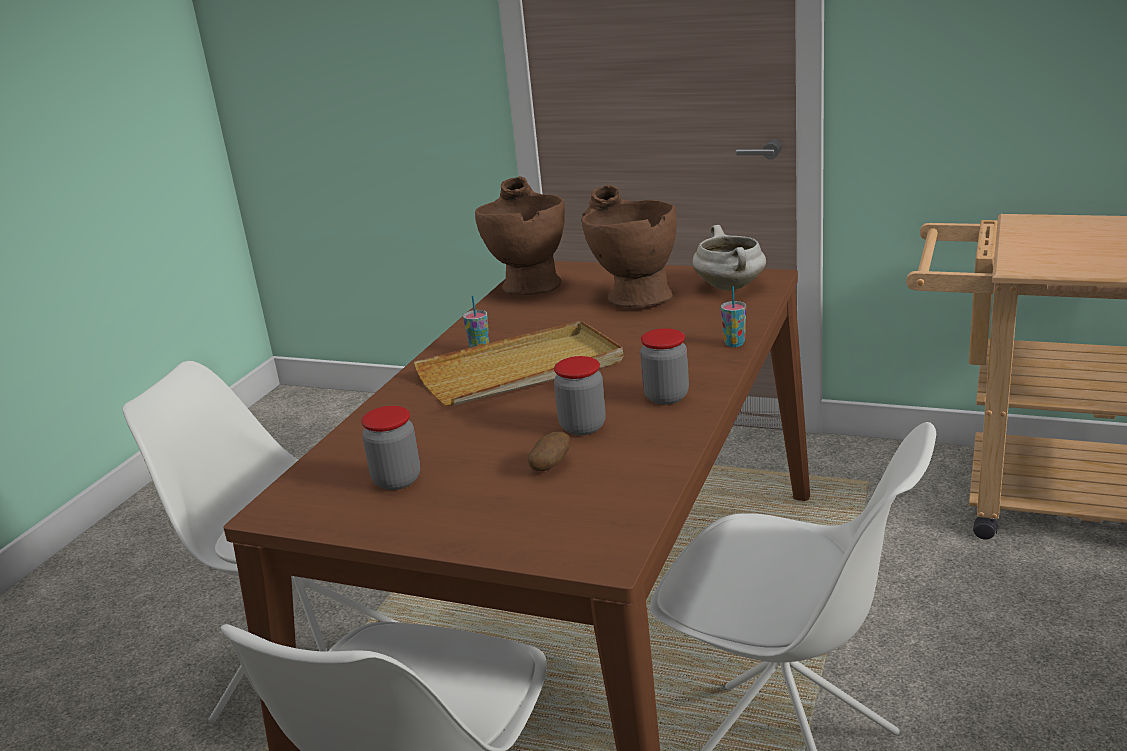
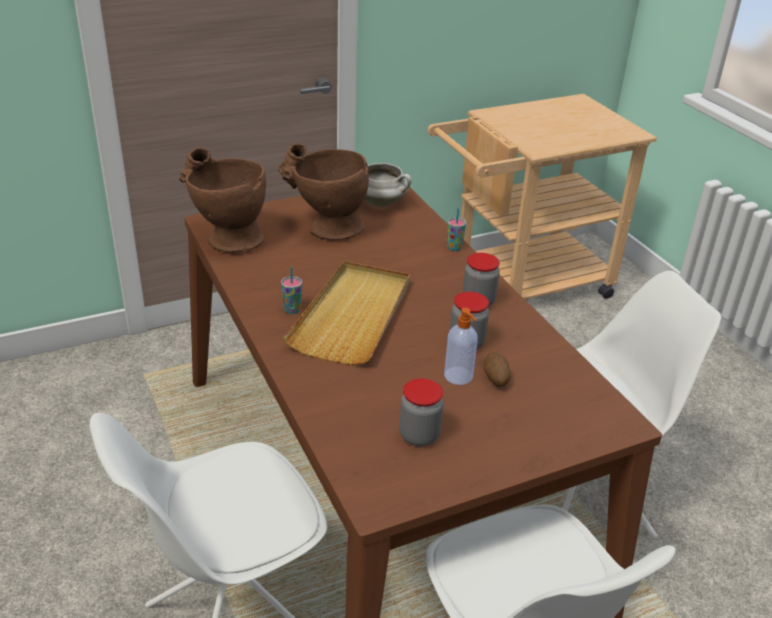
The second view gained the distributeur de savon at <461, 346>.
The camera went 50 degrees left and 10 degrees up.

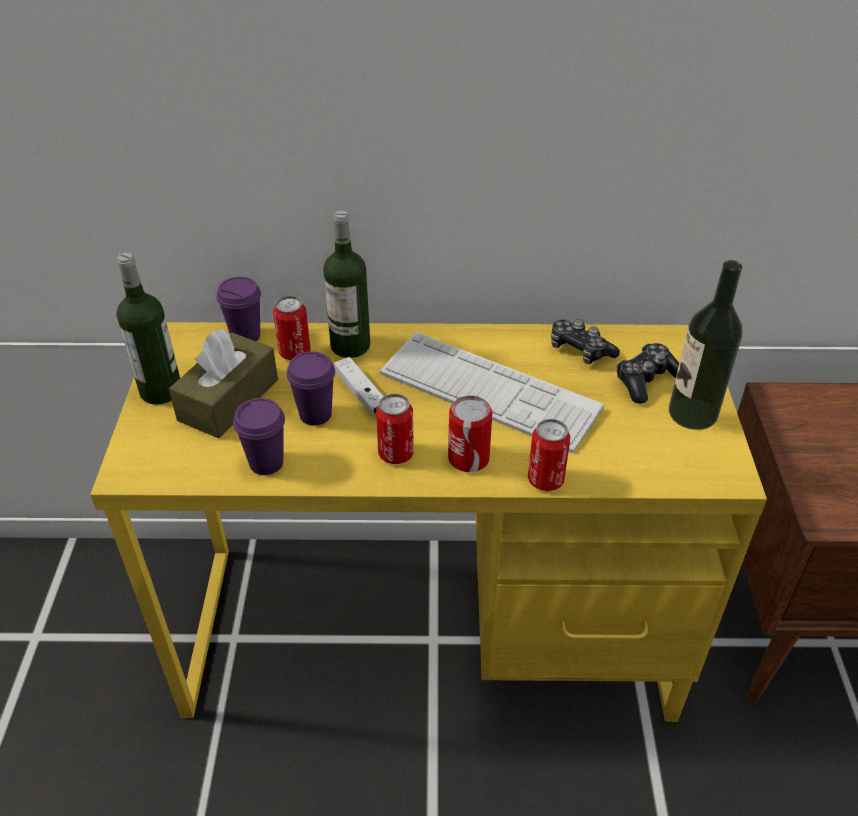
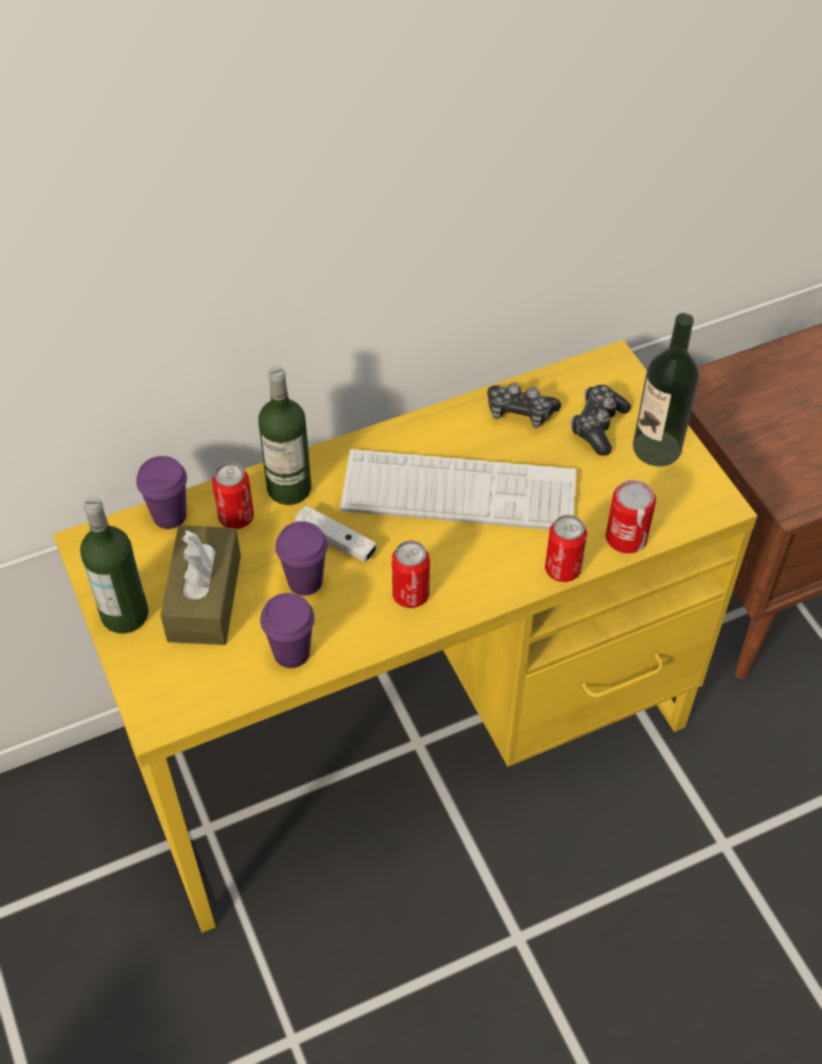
The boîte métallique ended up elsewhere, having gone from <470, 433> to <631, 517>.
The camera went 25 degrees left and 10 degrees up.

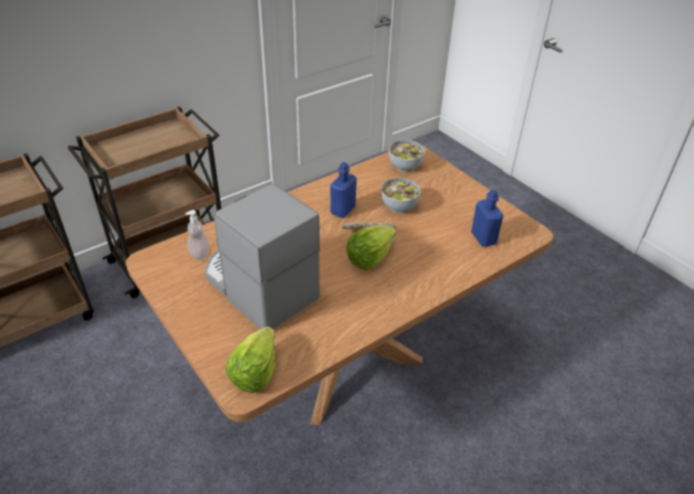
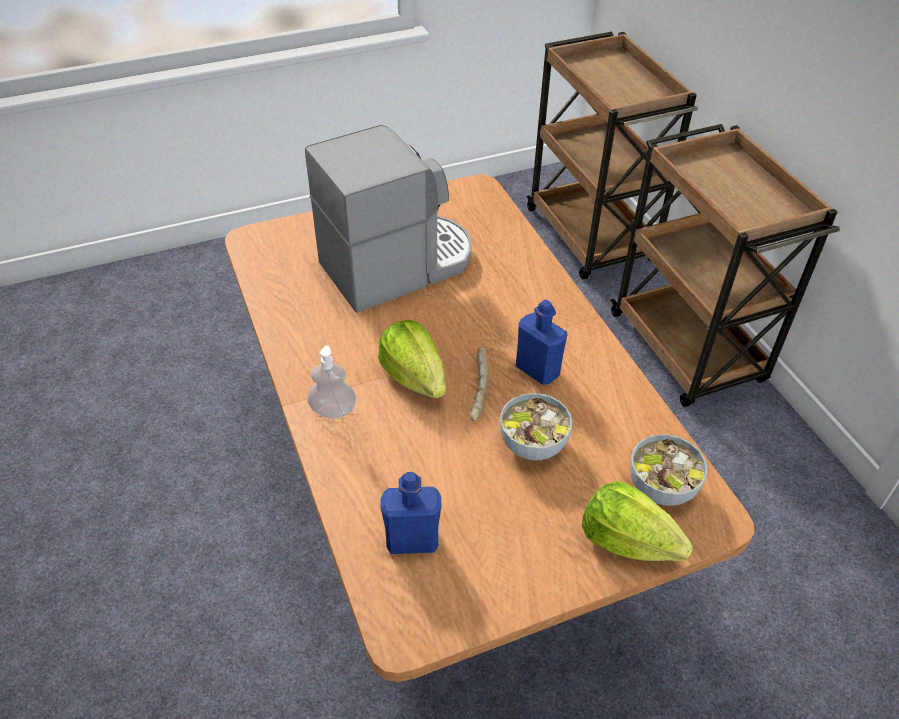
The distributeur de savon ended up elsewhere, having gone from <197, 235> to <331, 381>.
The laitue ended up elsewhere, having gone from <250, 360> to <637, 521>.
The camera went 105 degrees right and 5 degrees up.

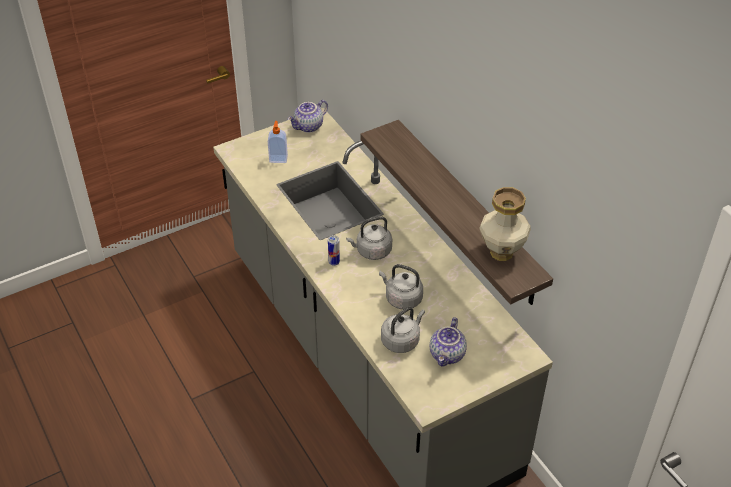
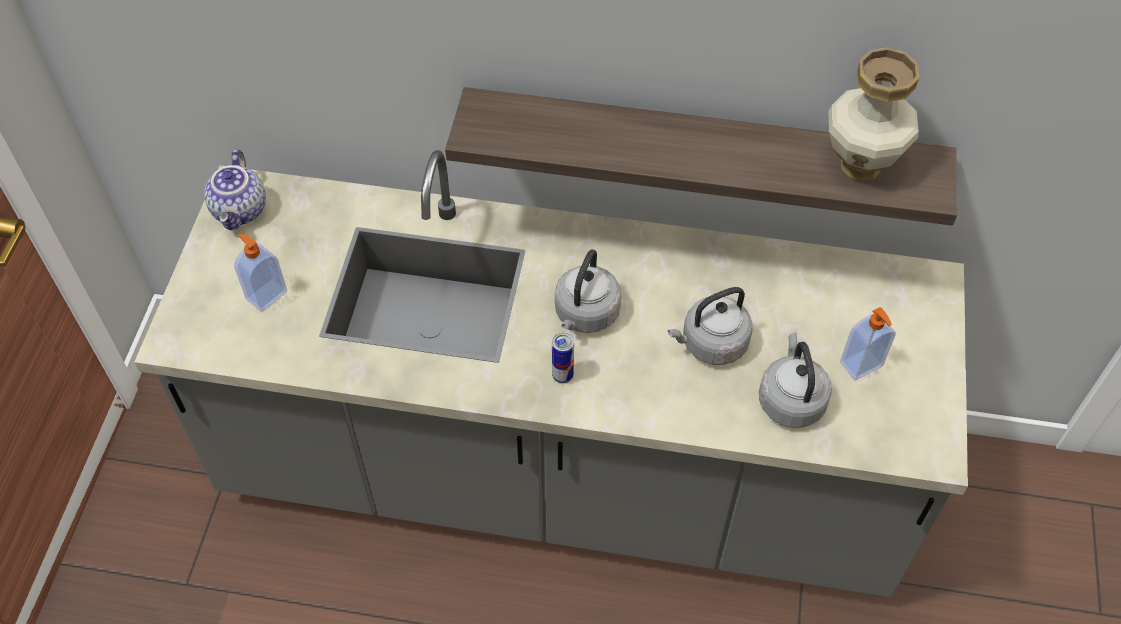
Where the théière stood at <448, 342>, the distributeur de savon came to stand at <868, 343>.
The camera went 50 degrees left and 10 degrees up.

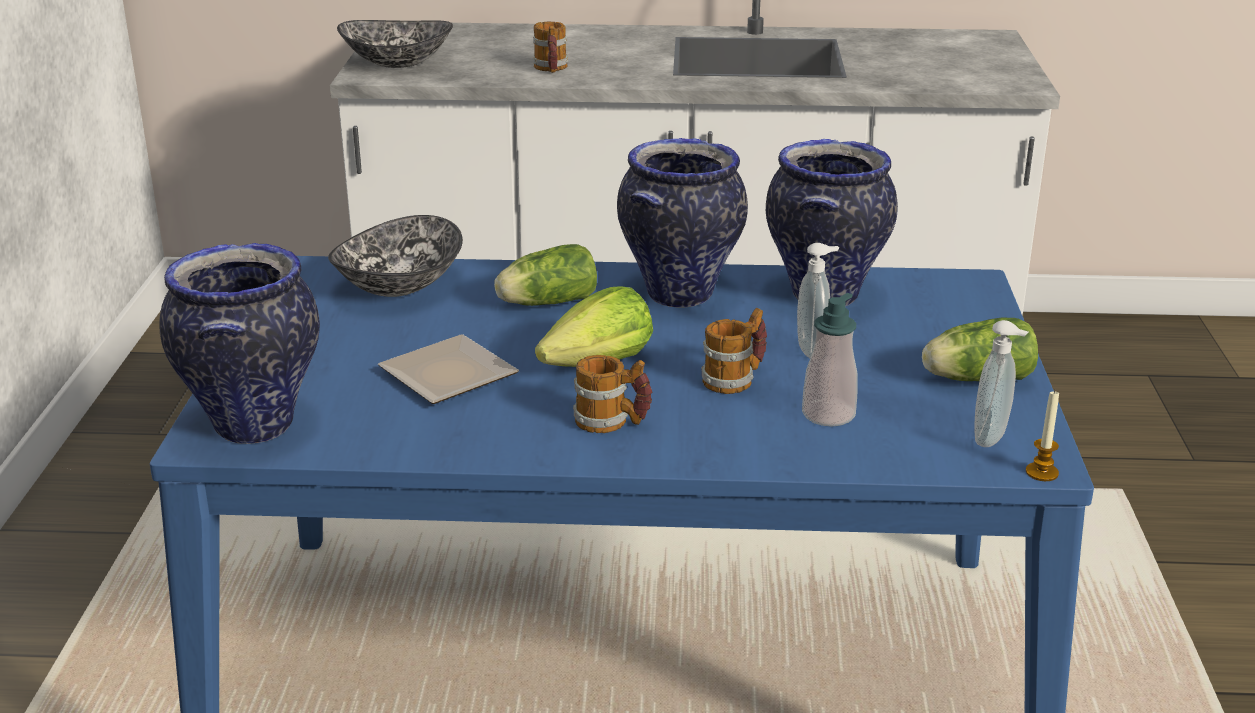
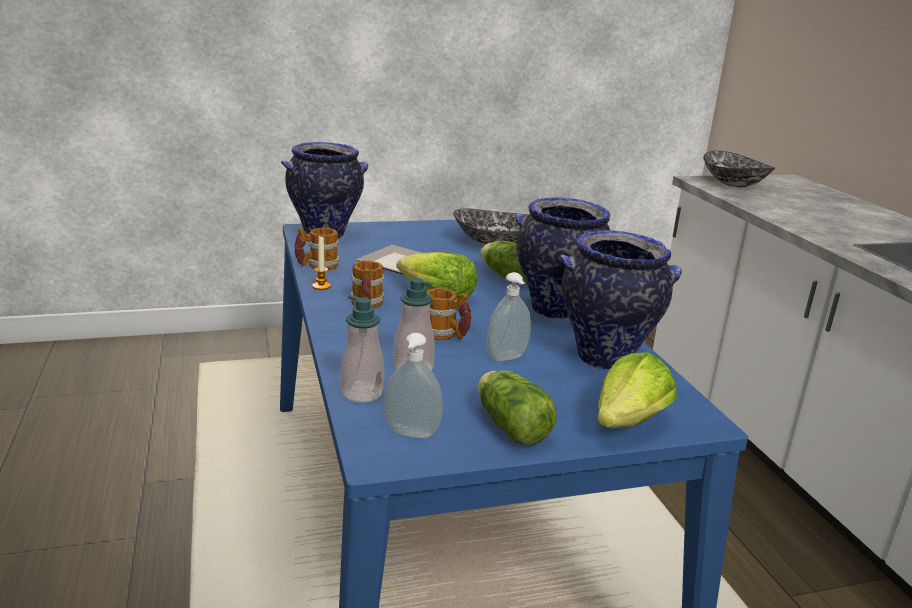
The mug ended up elsewhere, having gone from <550, 47> to <316, 248>.
The bougie ended up elsewhere, having gone from <1042, 435> to <321, 263>.
The second view gained the distributeur de savon at <362, 349>.
The second view gained the laitue at <637, 390>.
The camera went 70 degrees right and 5 degrees down.

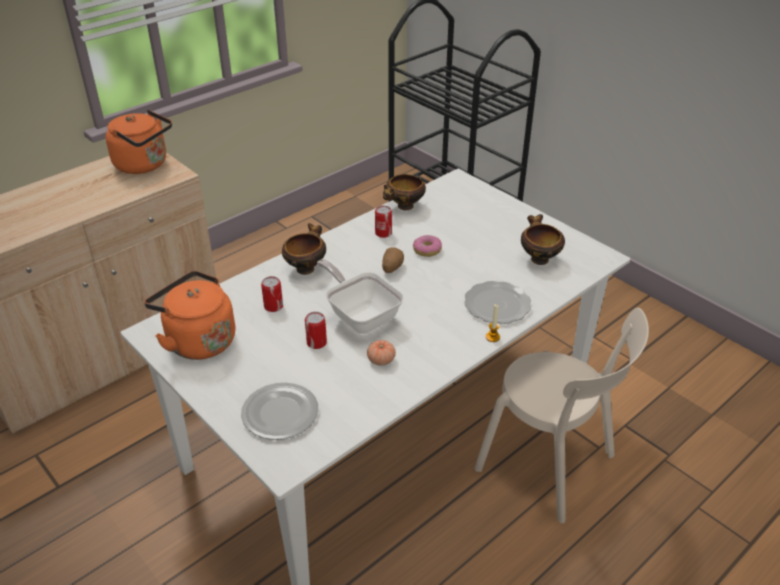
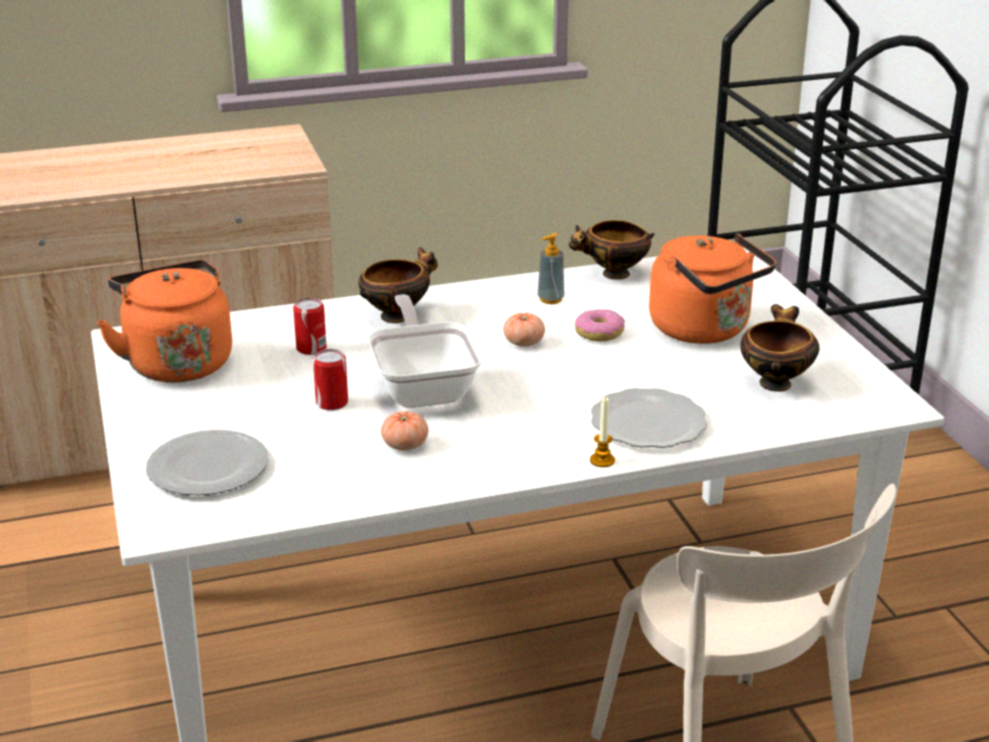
The bouilloire [orange] ended up elsewhere, having gone from <139, 142> to <712, 288>.
Where the boîte métallique stood at <383, 221>, the distributeur de savon came to stand at <550, 268>.
Where the pomme de terre stood at <393, 260>, the tomate came to stand at <524, 330>.
The camera went 25 degrees right and 10 degrees down.

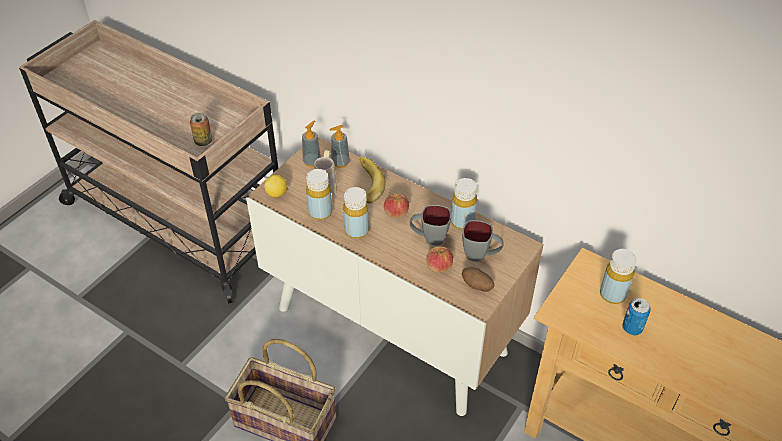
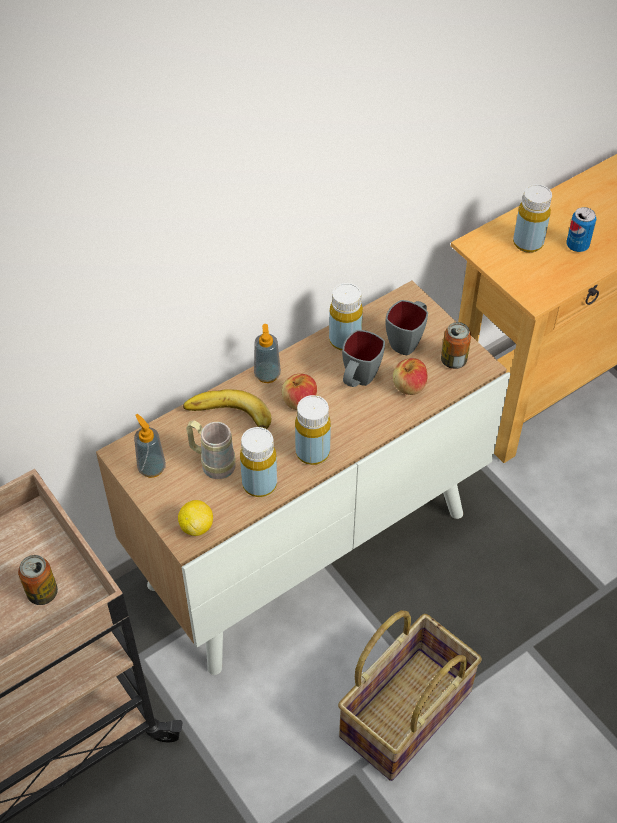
The distributeur de savon ended up elsewhere, having gone from <339, 146> to <267, 353>.
Where the pomme de terre stood at <478, 279>, the boîte métallique came to stand at <456, 345>.
The camera went 70 degrees left and 5 degrees up.

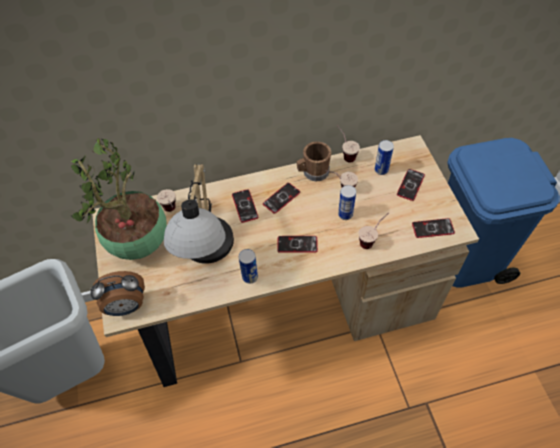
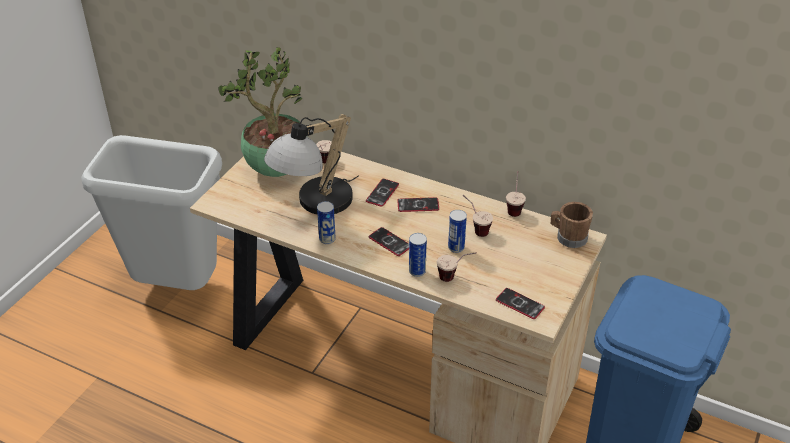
The second view lost the réveil at <117, 293>.
The mug [marron] ended up elsewhere, having gone from <314, 161> to <572, 225>.
The boîte métallique ended up elsewhere, having gone from <384, 157> to <418, 255>.
The second view lost the téléphone at <411, 185>.
The camera went 40 degrees right and 15 degrees down.

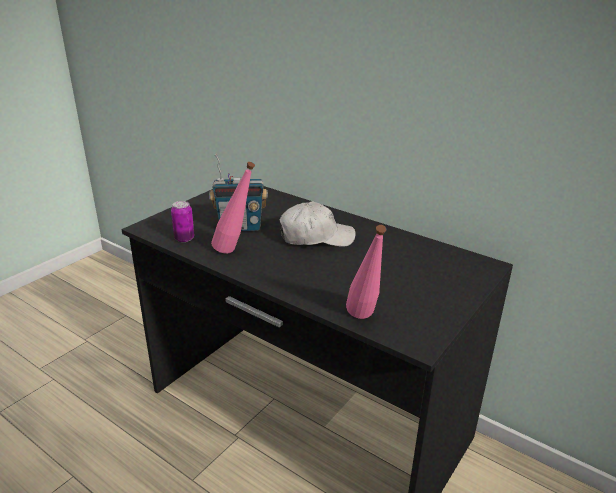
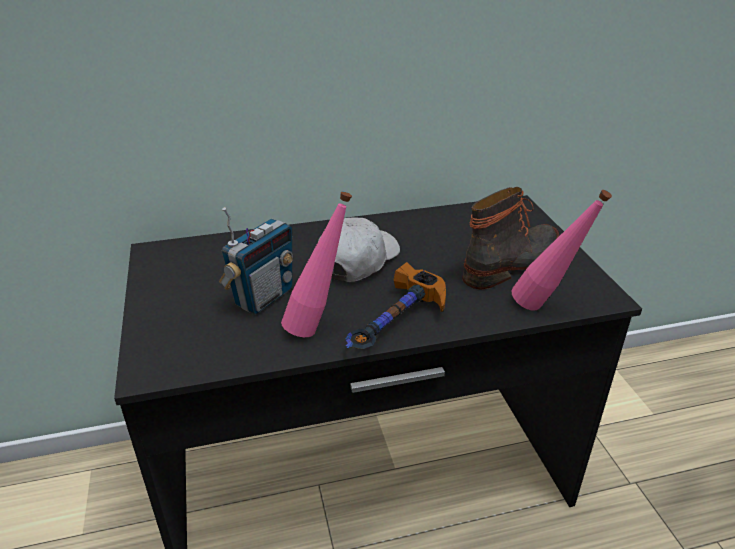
The second view lost the boîte métallique at <182, 221>.
The second view gained the marteau at <395, 305>.
The second view gained the botte at <510, 238>.
The camera went 50 degrees left and 5 degrees up.

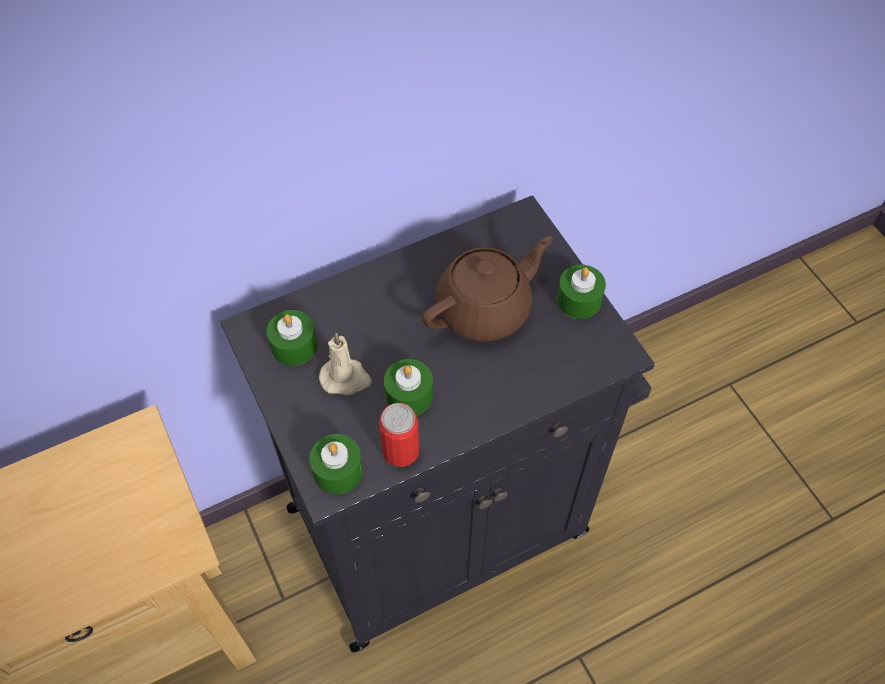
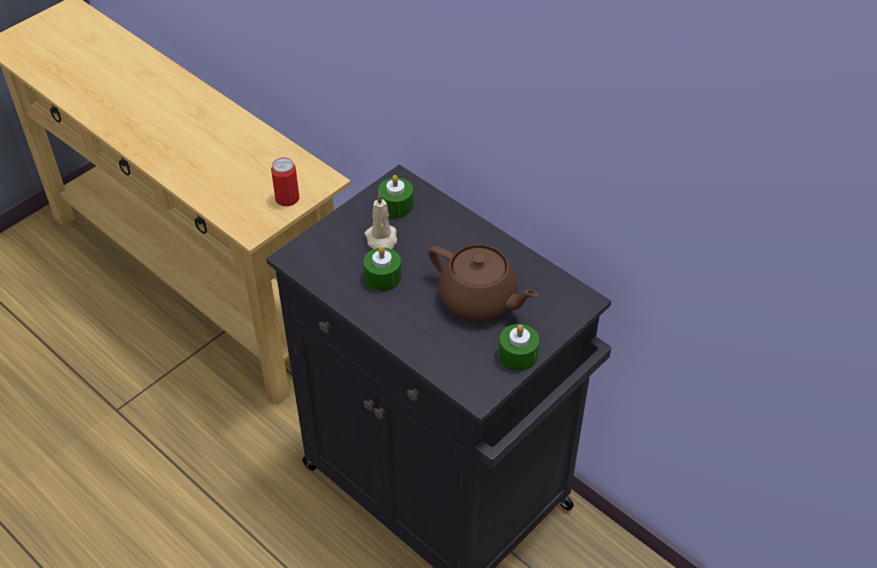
The second view lost the bougie [vert] at <336, 464>.
The boîte métallique ended up elsewhere, having gone from <399, 435> to <285, 181>.
The camera went 70 degrees right and 10 degrees down.

